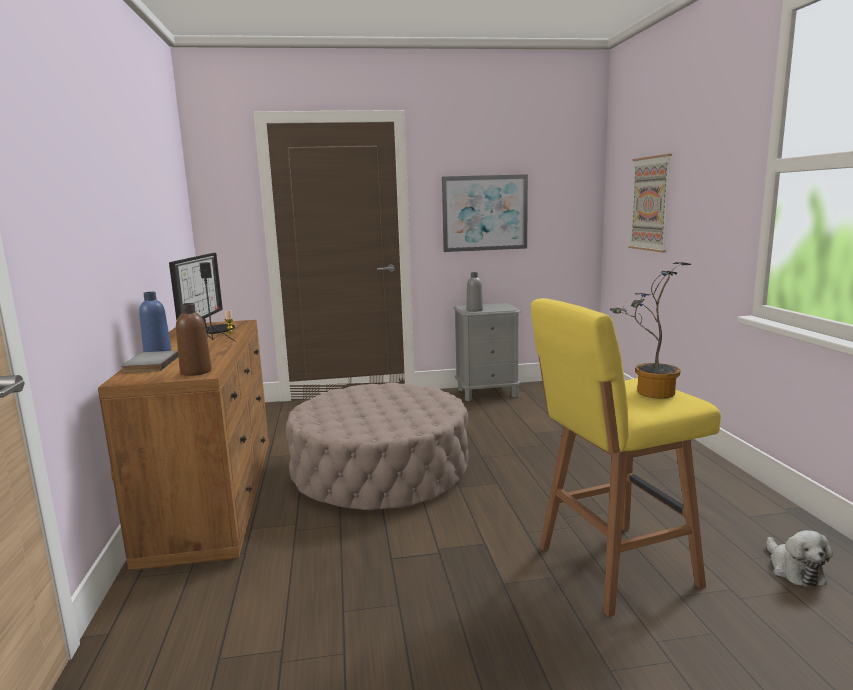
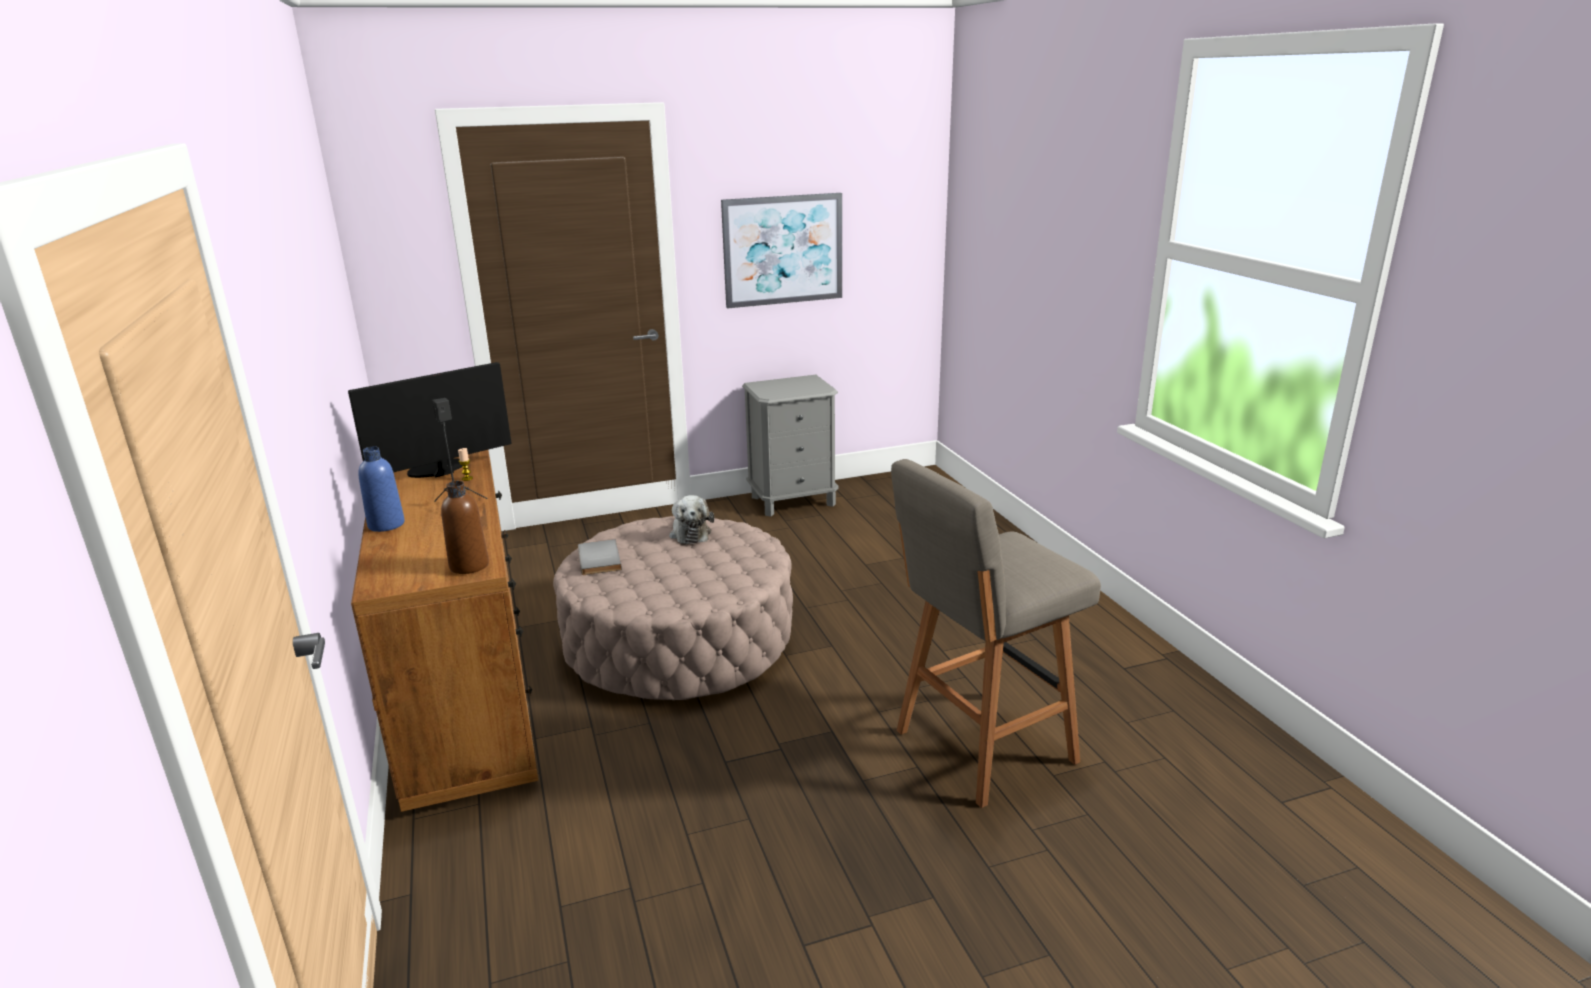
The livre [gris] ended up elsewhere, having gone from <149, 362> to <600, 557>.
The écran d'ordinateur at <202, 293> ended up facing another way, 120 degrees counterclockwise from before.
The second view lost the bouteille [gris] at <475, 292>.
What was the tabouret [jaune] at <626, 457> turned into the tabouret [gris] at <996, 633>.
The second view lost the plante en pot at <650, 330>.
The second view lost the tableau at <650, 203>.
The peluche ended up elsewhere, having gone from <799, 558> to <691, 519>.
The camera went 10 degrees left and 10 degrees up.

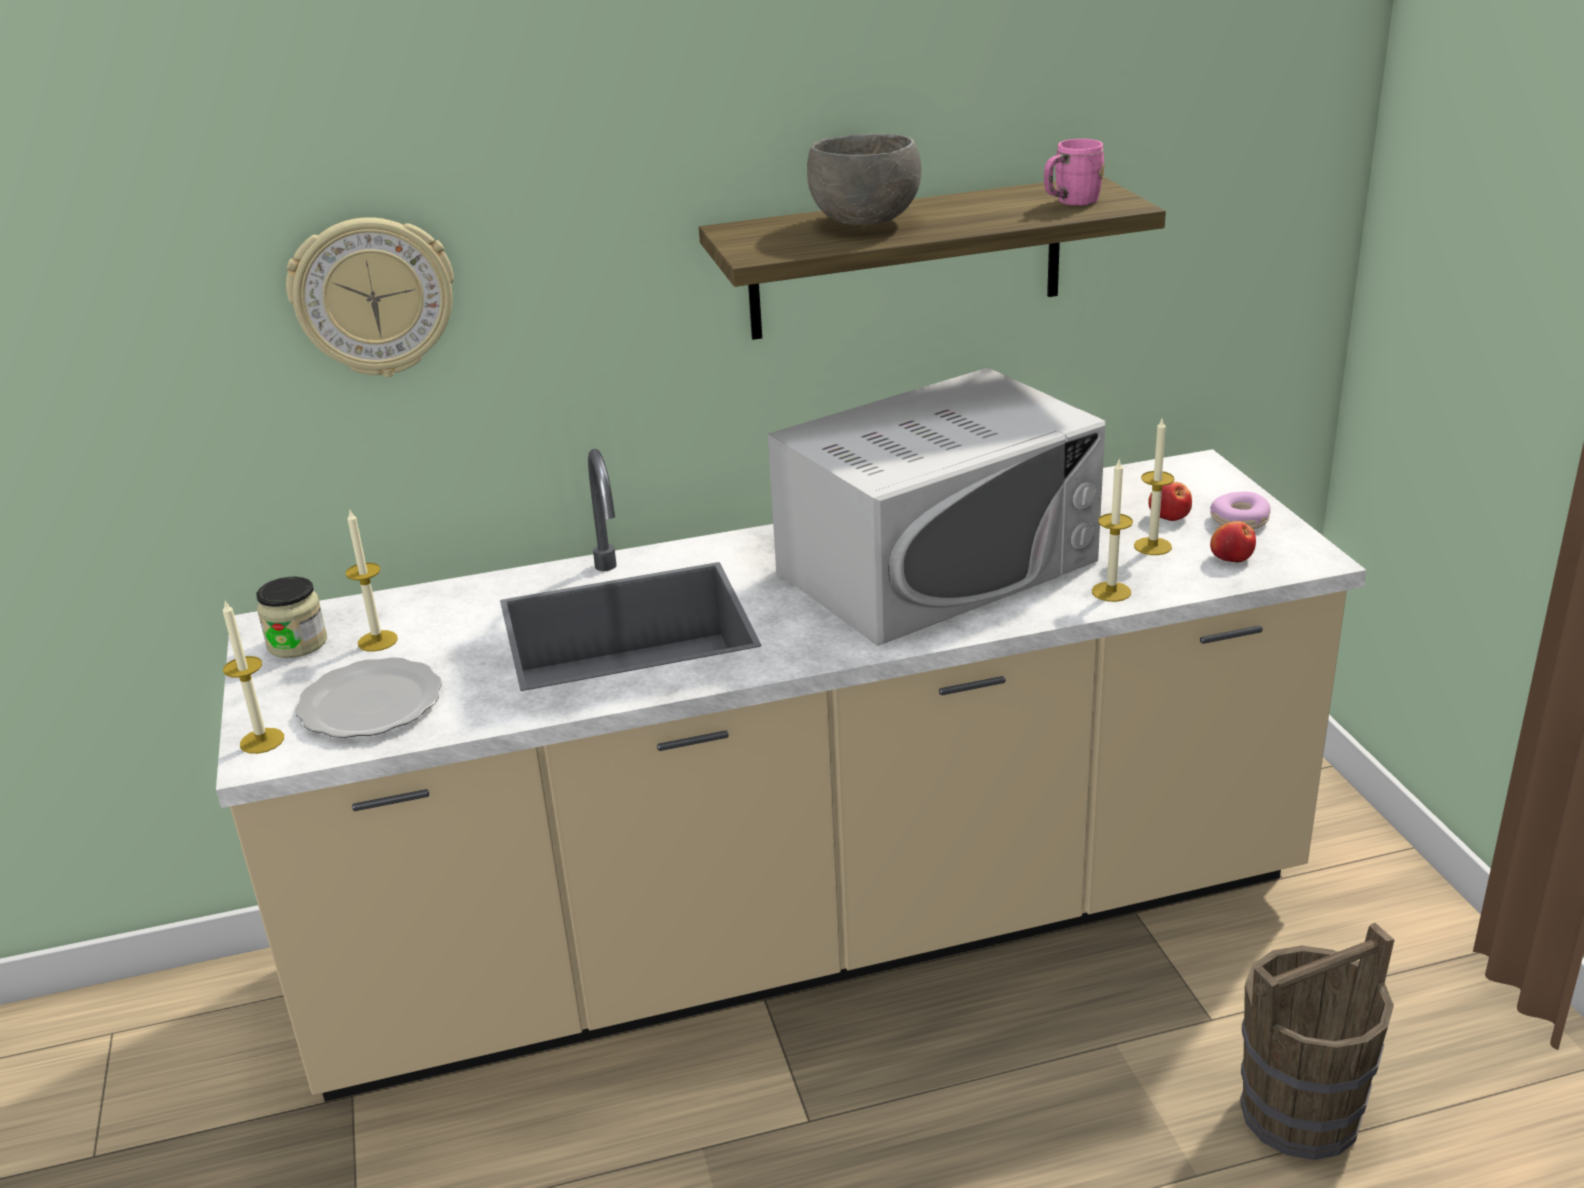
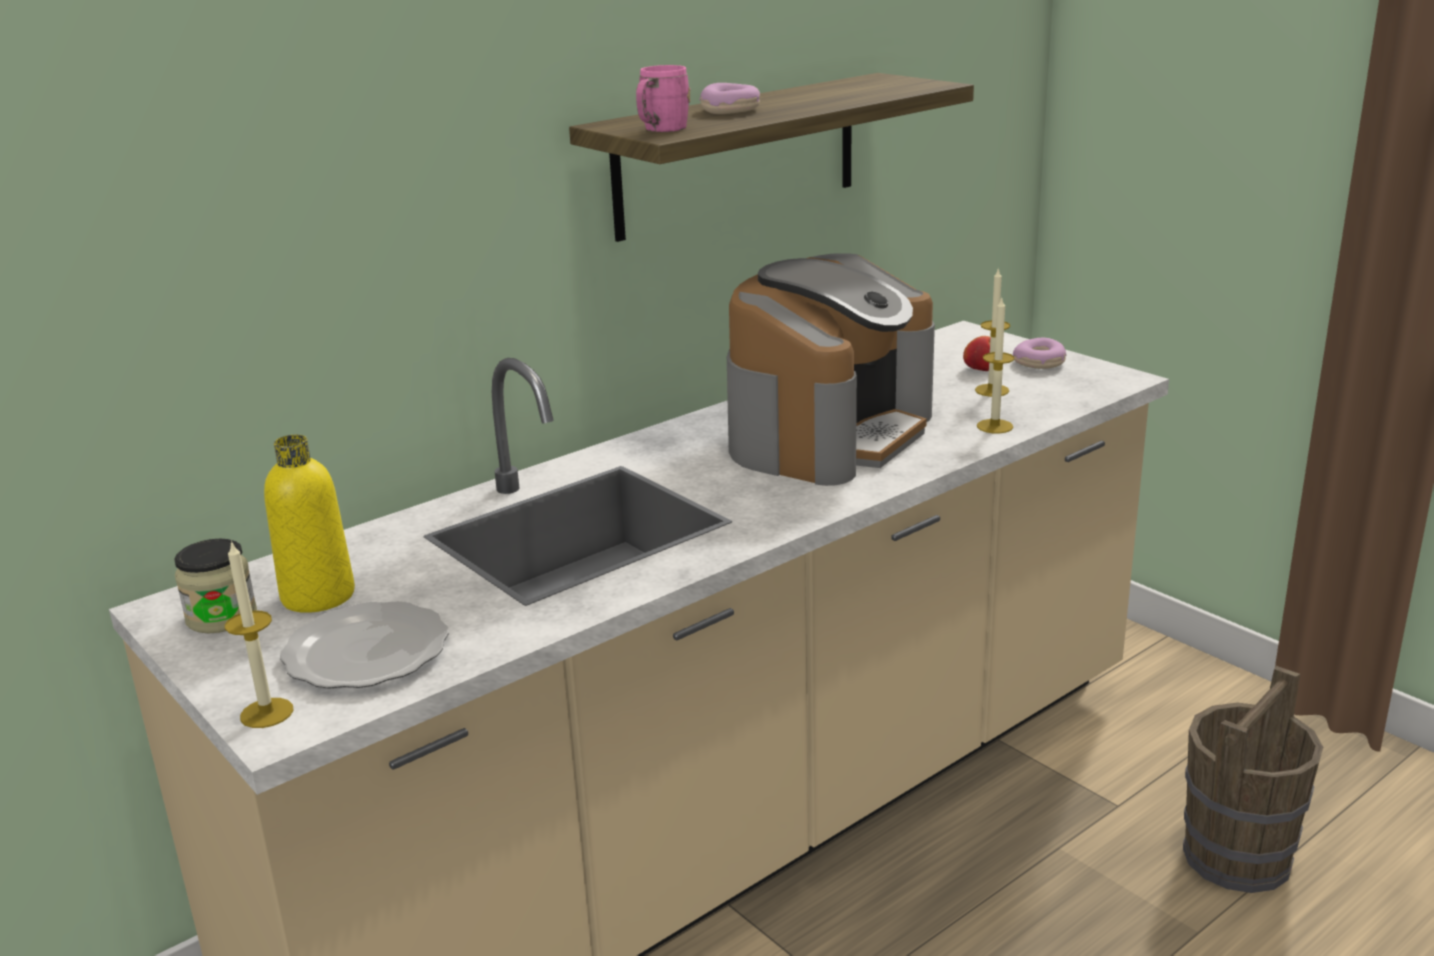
The second view lost the horloge murale at <370, 297>.
Where the bougie stood at <372, 581>, the bouteille [jaune] came to stand at <309, 524>.
Where the micro-ondes [blanc] stood at <936, 507>, the machine à café came to stand at <831, 369>.
Where the bol [gris] stood at <864, 179>, the beignet came to stand at <729, 98>.
The mug [rose] ended up elsewhere, having gone from <1074, 172> to <663, 98>.
The second view lost the pomme at <1233, 541>.
The camera went 25 degrees left and 5 degrees down.

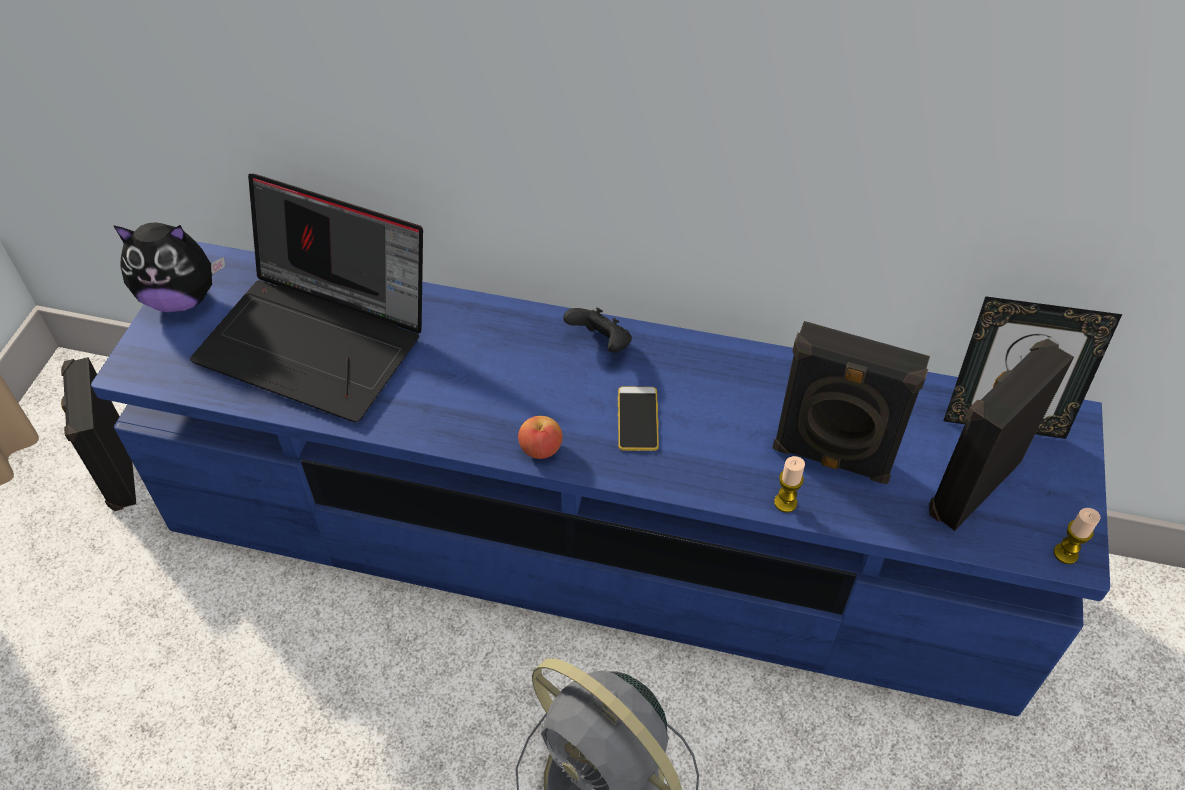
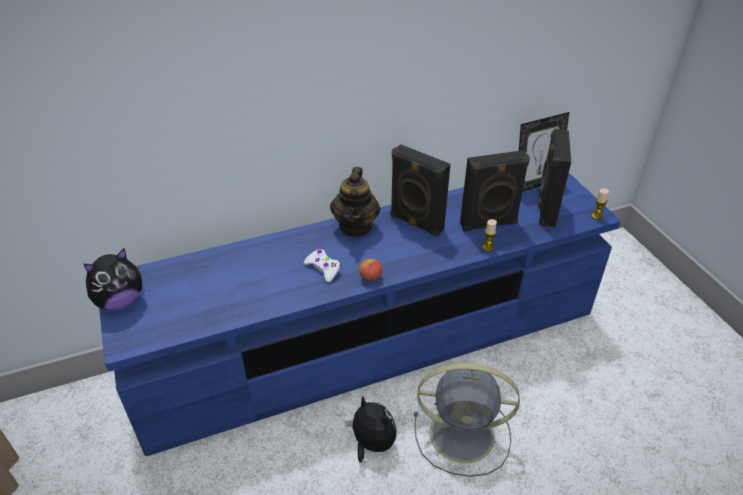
The enceinte [noir] ended up elsewhere, having gone from <98, 434> to <420, 190>.
The second view lost the ordinateur portable at <306, 298>.
Where the manette [noir] stood at <597, 330>, the théière came to stand at <355, 202>.
The second view lost the téléphone at <638, 419>.
The second view gained the manette [blanc] at <322, 265>.
The second view gained the peluche at <371, 428>.
The camera went 35 degrees left and 10 degrees down.

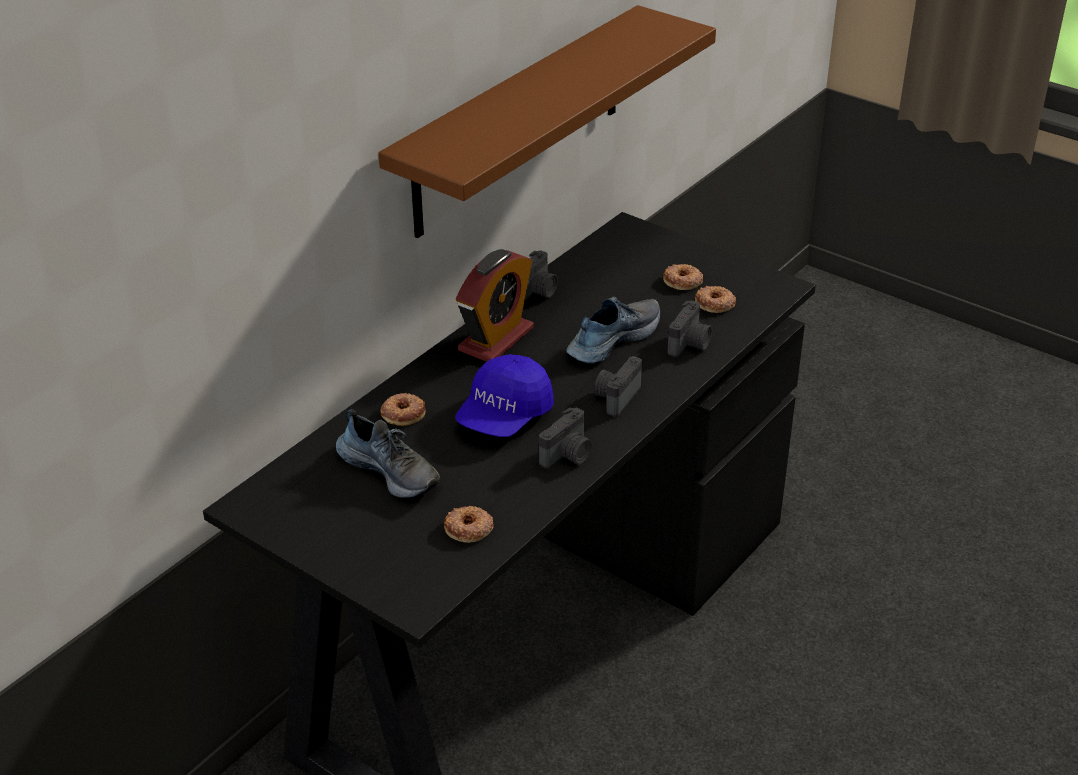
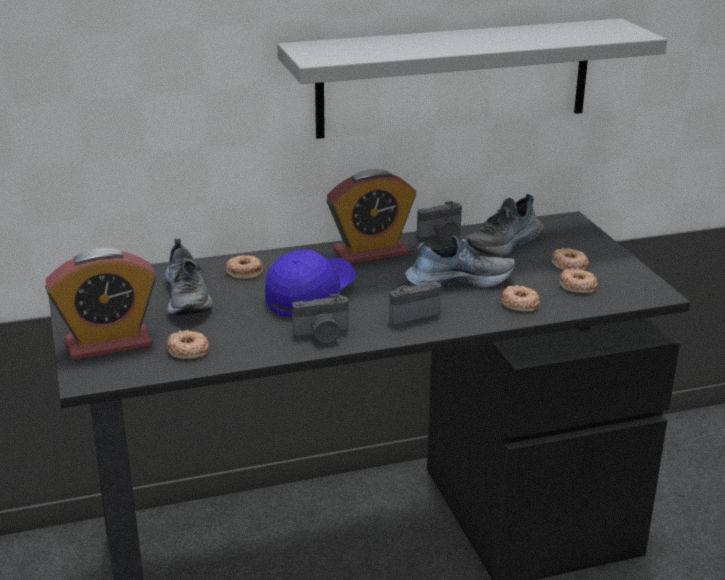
What was the étagère [marron] at <547, 121> turned into the étagère [gris] at <472, 78>.
The casquette [bleu] at <504, 395> ended up facing another way, 150 degrees clockwise from before.
Where the appareil photo stood at <690, 328>, the beignet came to stand at <521, 298>.
The second view gained the réveil at <100, 304>.
The second view gained the chaussure at <504, 225>.
The camera went 35 degrees right and 10 degrees down.

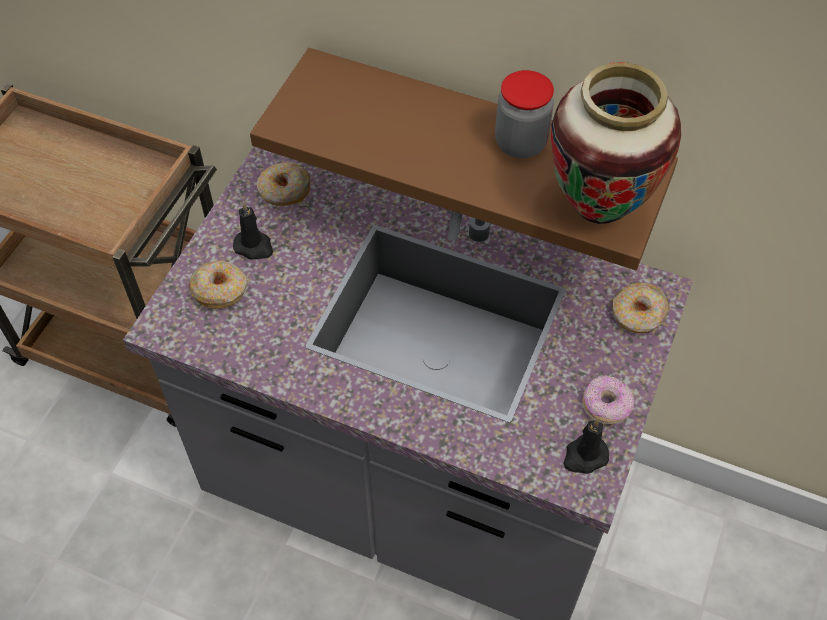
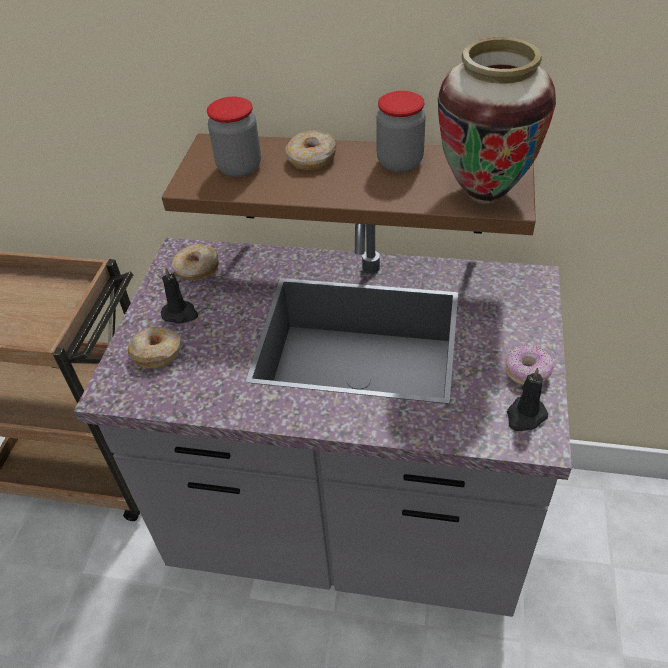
The beignet ended up elsewhere, having gone from <641, 308> to <310, 150>.
The second view gained the bocal at <234, 137>.
The camera went 10 degrees left and 10 degrees down.

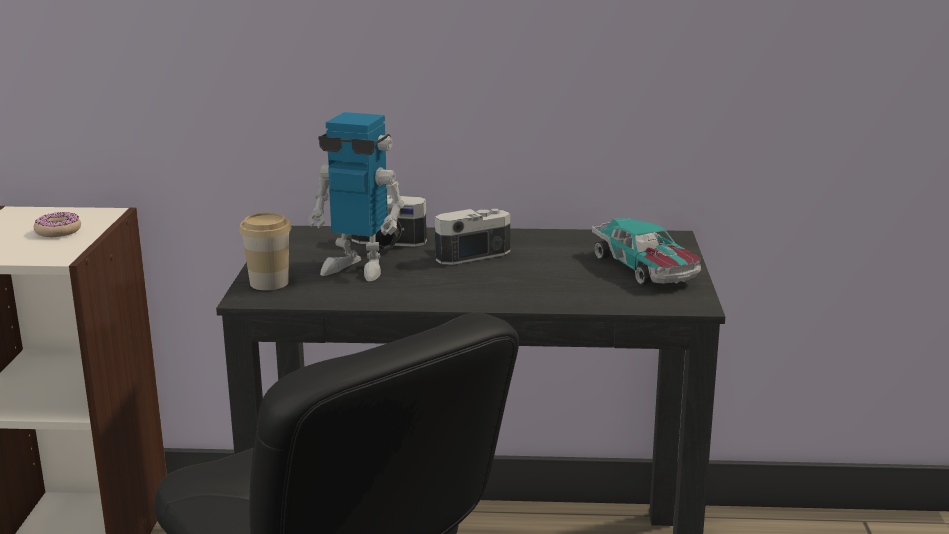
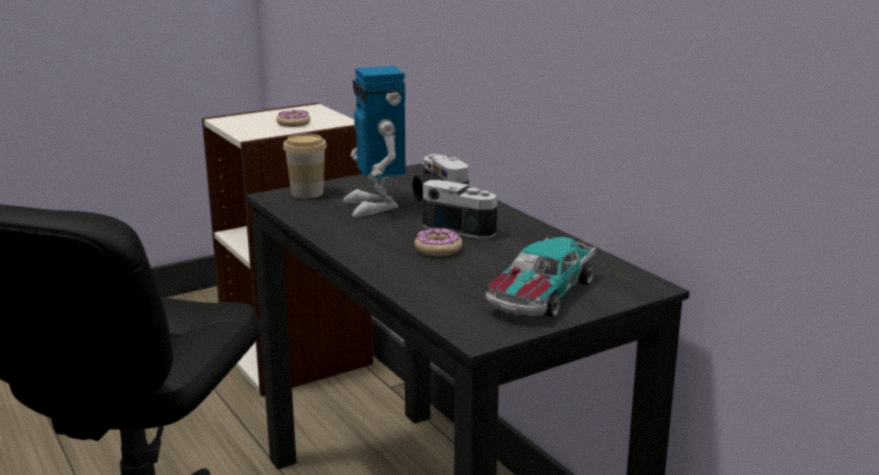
The second view gained the beignet at <438, 242>.
The camera went 55 degrees right and 0 degrees up.

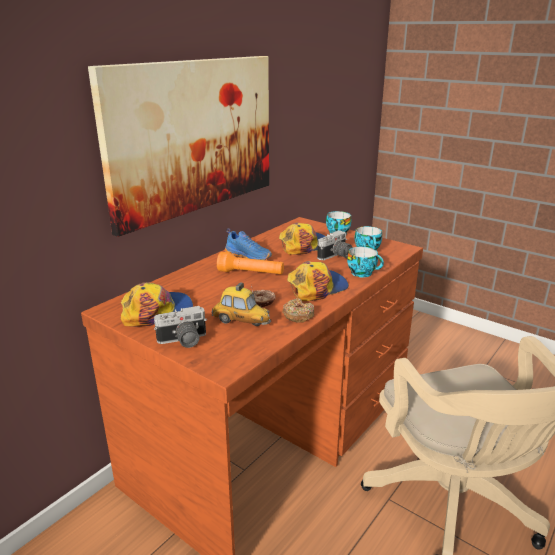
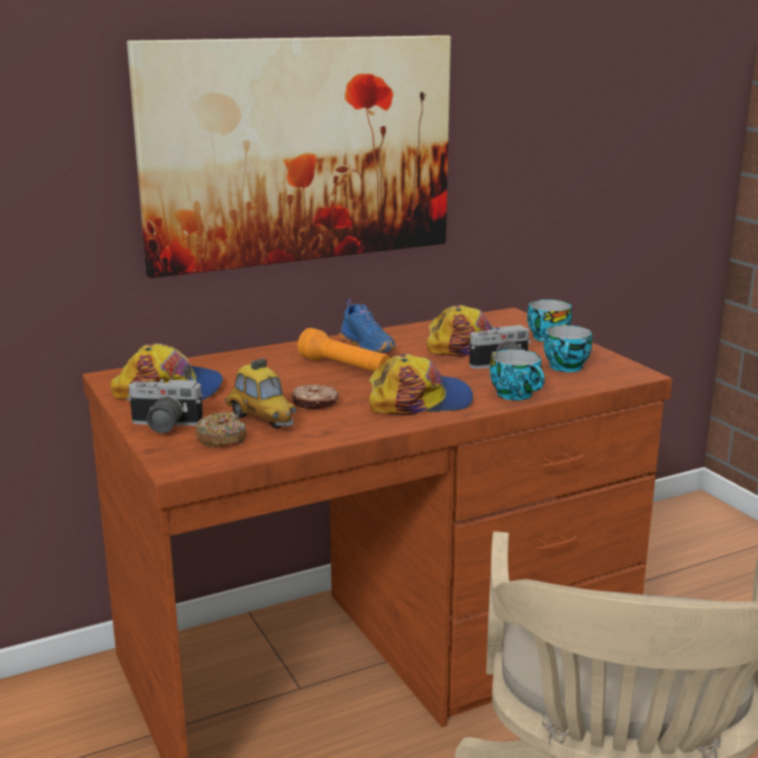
The beignet ended up elsewhere, having gone from <298, 310> to <221, 430>.
The camera went 25 degrees right and 5 degrees down.

